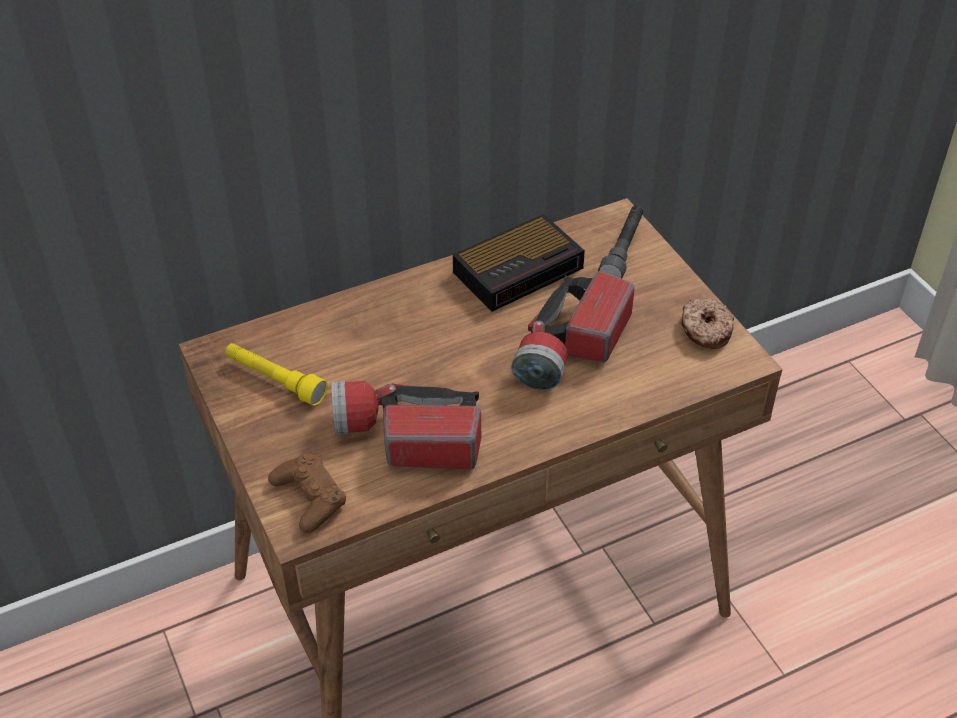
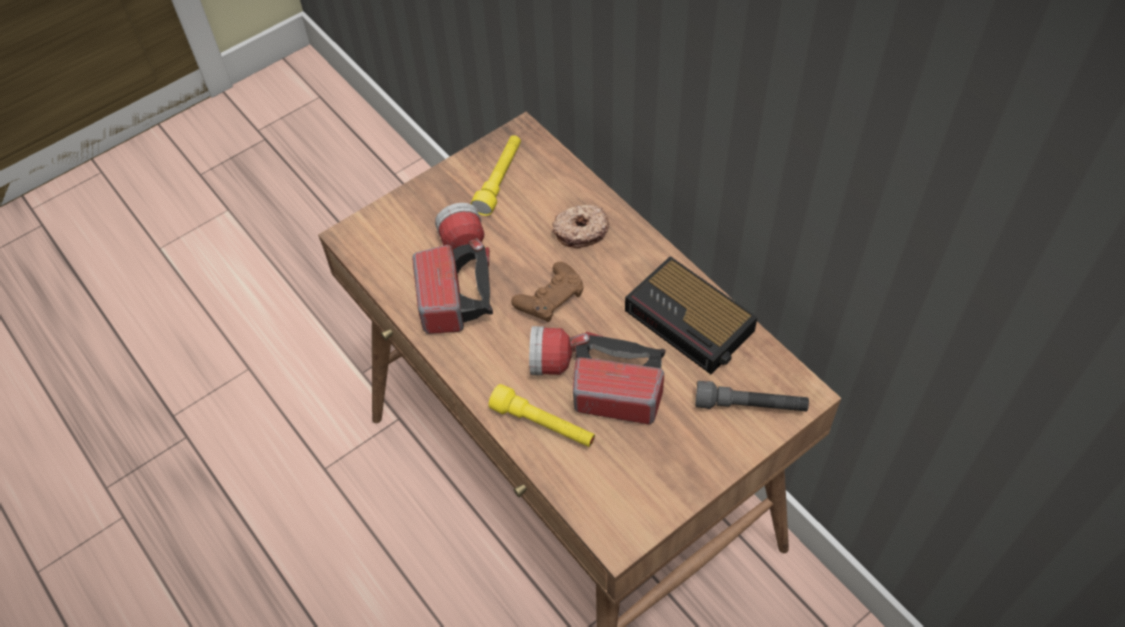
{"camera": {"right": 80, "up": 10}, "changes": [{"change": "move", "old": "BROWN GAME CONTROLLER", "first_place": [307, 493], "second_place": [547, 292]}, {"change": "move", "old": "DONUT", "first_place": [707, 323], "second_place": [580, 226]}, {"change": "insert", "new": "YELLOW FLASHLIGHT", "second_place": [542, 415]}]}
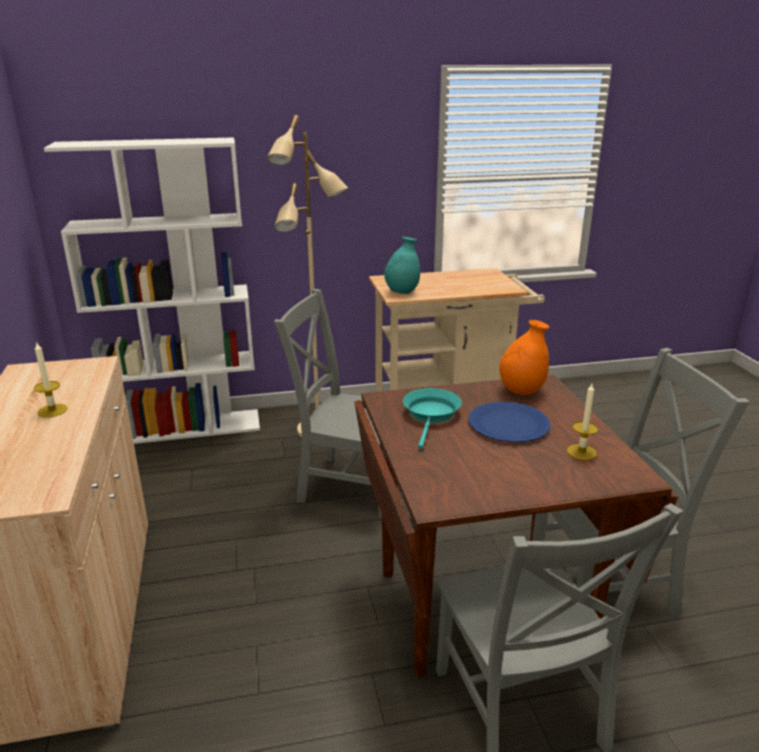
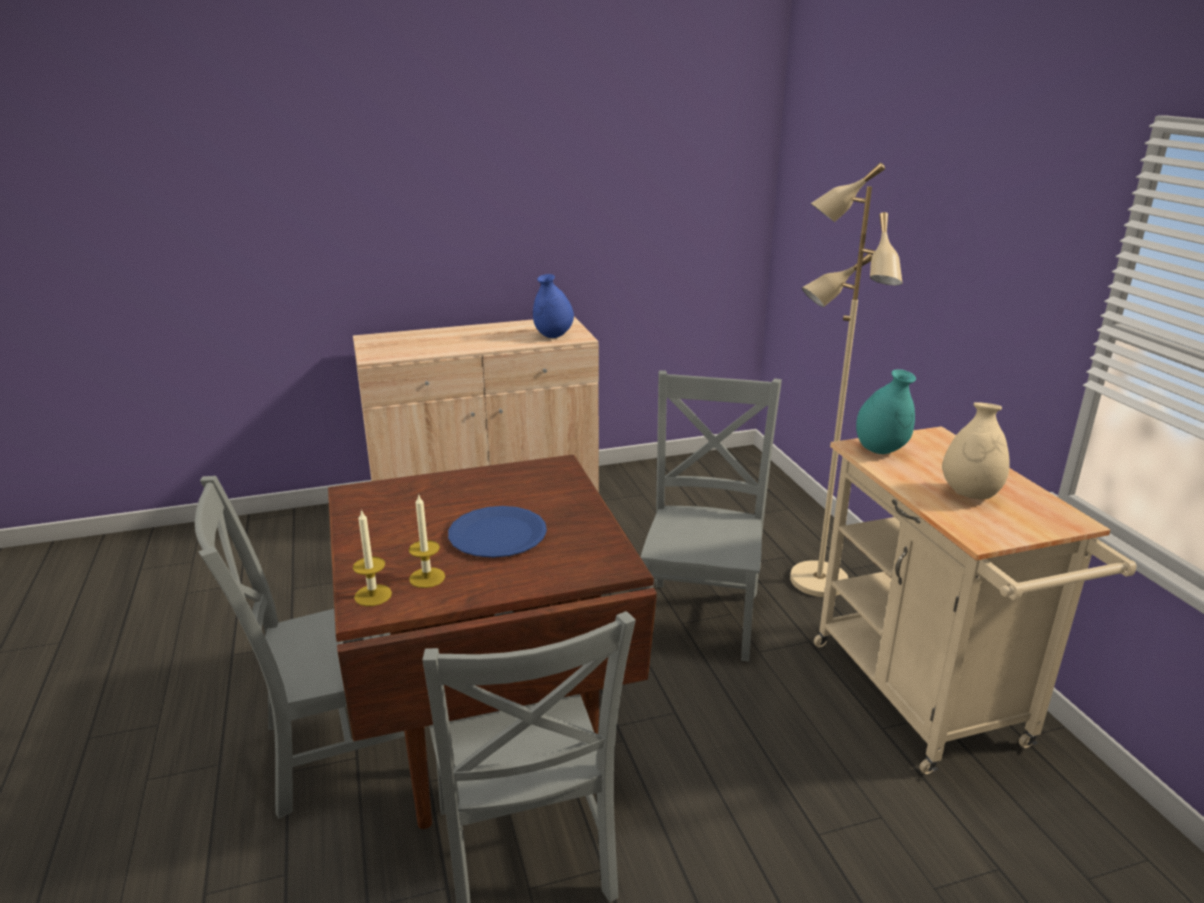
{"camera": {"right": 85, "up": 0}, "changes": [{"change": "move", "old": "CANDLE", "first_place": [51, 379], "second_place": [372, 557]}, {"change": "delete", "old": "WHITE BOOKCASE", "first_place": [152, 290]}, {"change": "delete", "old": "TURQUOISE FRYING PAN", "first_place": [432, 418]}, {"change": "delete", "old": "ORANGE VASE", "first_place": [524, 357]}, {"change": "insert", "new": "BLUE VASE", "second_place": [553, 306]}, {"change": "insert", "new": "BEIGE VASE", "second_place": [976, 450]}]}
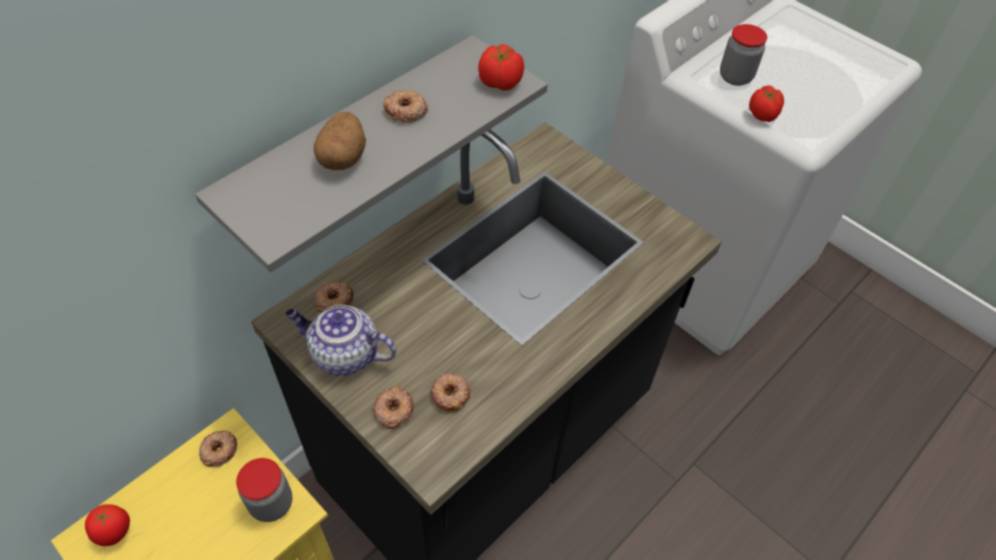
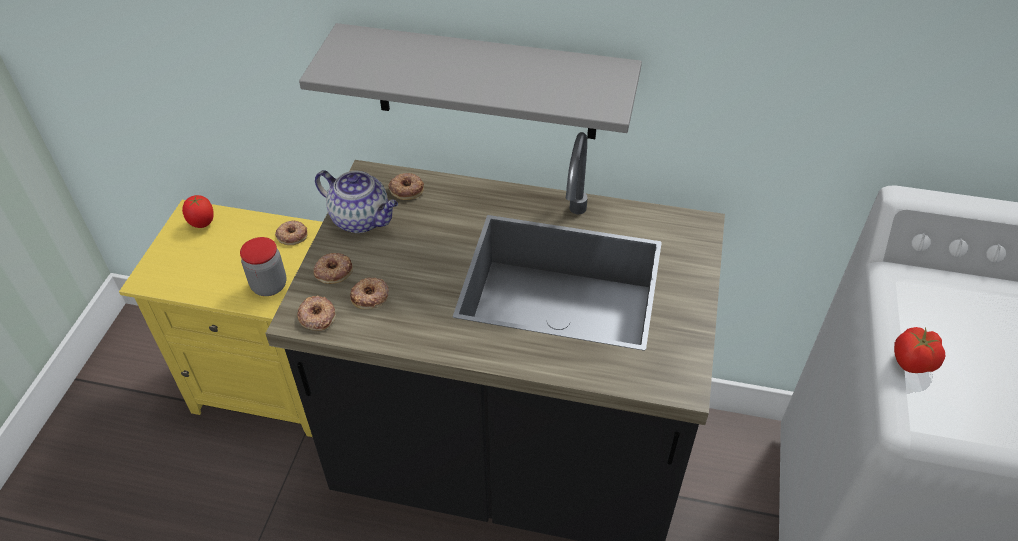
{"camera": {"right": 60, "up": -5}, "changes": [{"change": "rotate", "old": "TEAPOT", "first_place": [340, 340], "second_place": [356, 201], "degrees": 135}, {"change": "delete", "old": "POTATO", "first_place": [340, 141]}, {"change": "move", "old": "DONUT", "first_place": [405, 106], "second_place": [316, 313]}, {"change": "delete", "old": "TOMATO", "first_place": [501, 67]}, {"change": "delete", "old": "JAR", "first_place": [743, 55]}]}
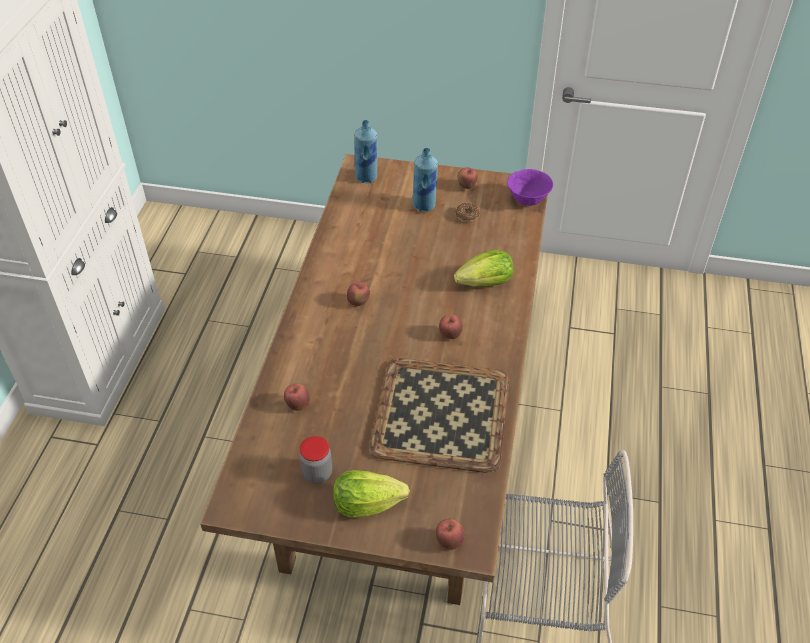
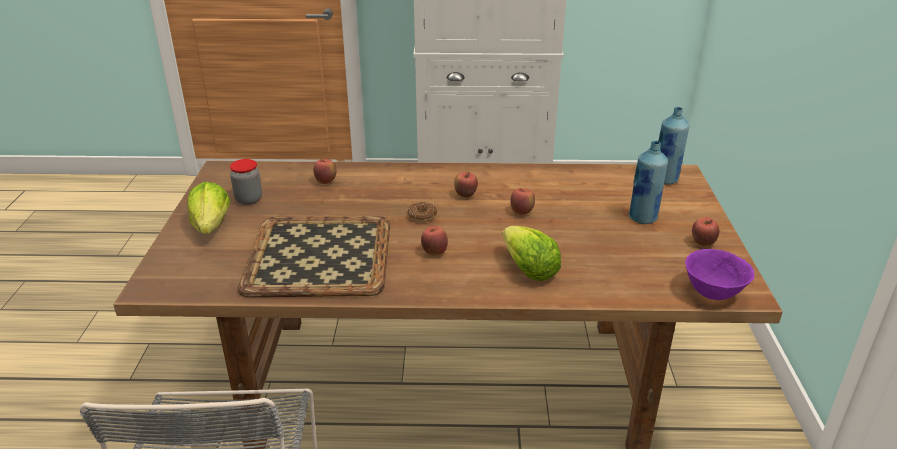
{"camera": {"right": 80, "up": -15}, "changes": [{"change": "move", "old": "APPLE", "first_place": [450, 534], "second_place": [522, 201]}, {"change": "move", "old": "DONUT", "first_place": [467, 212], "second_place": [422, 212]}]}
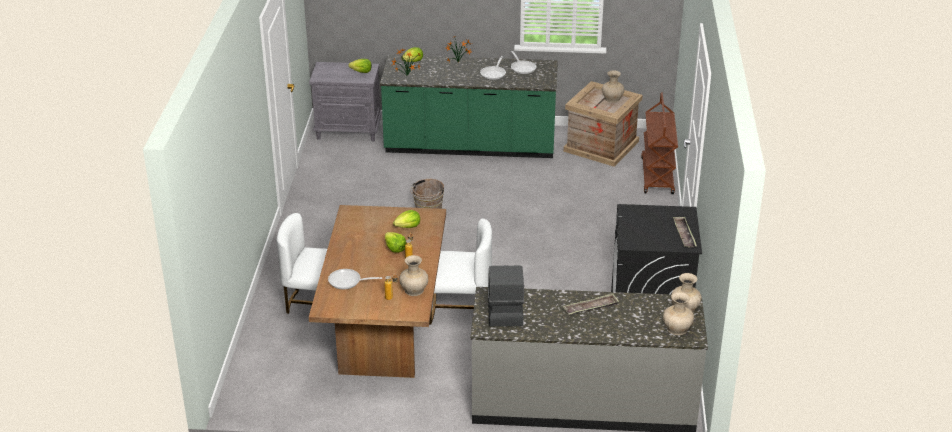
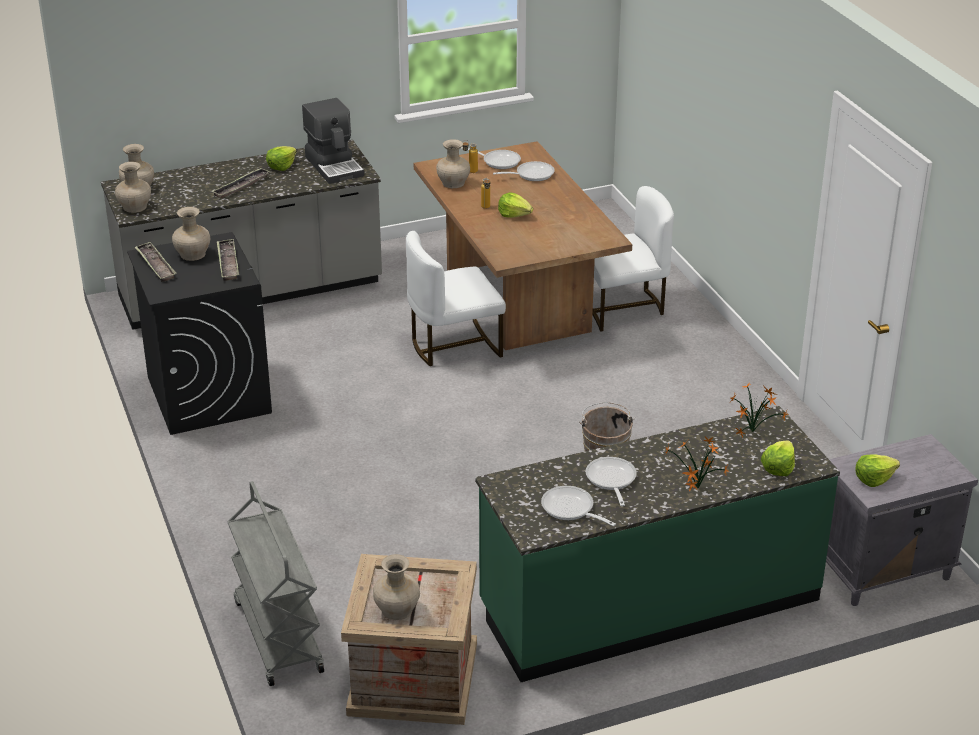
{"camera": {"right": 155, "up": 0}, "changes": [{"change": "move", "old": "LETTUCE", "first_place": [406, 219], "second_place": [281, 158]}, {"change": "recolor", "old": "BROWN CART", "new": "GREY CART", "first_place": [659, 143], "second_place": [275, 583]}, {"change": "insert", "new": "BEIGE VASE", "second_place": [191, 234]}, {"change": "insert", "new": "TRAY", "second_place": [228, 260]}, {"change": "insert", "new": "FRYING PAN", "second_place": [491, 158]}]}
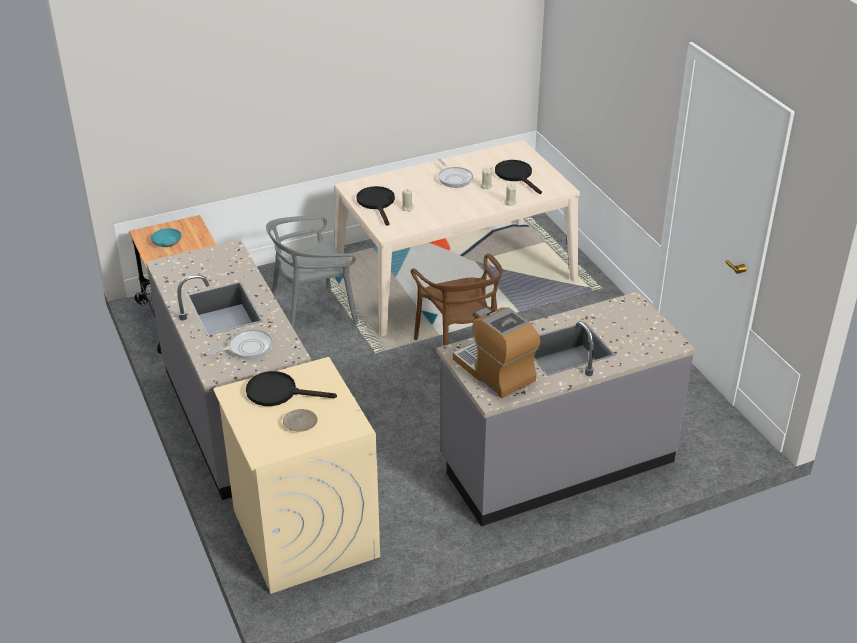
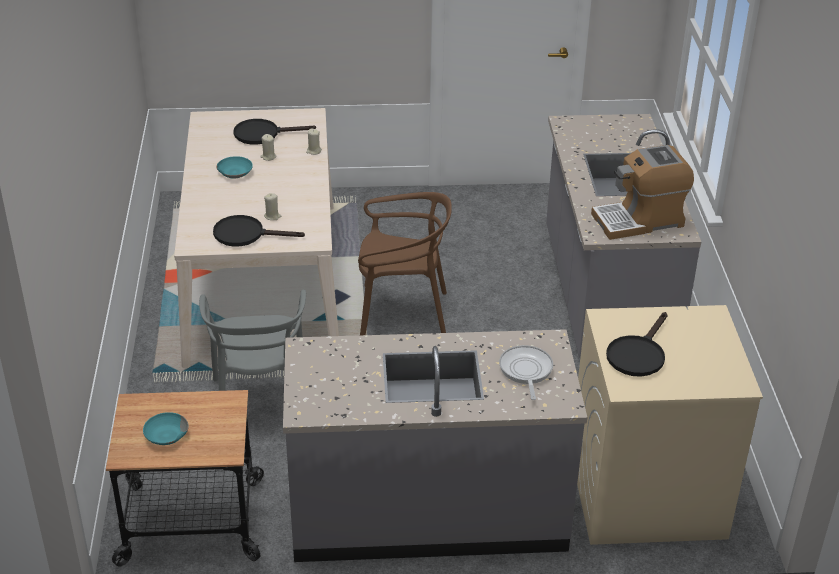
{"camera": {"right": -70, "up": 0}, "changes": [{"change": "delete", "old": "BEIGE PLATE", "first_place": [300, 420]}, {"change": "replace", "old": "FRYING PAN", "new": "TURQUOISE BOWL", "first_place": [455, 173], "second_place": [235, 167]}]}
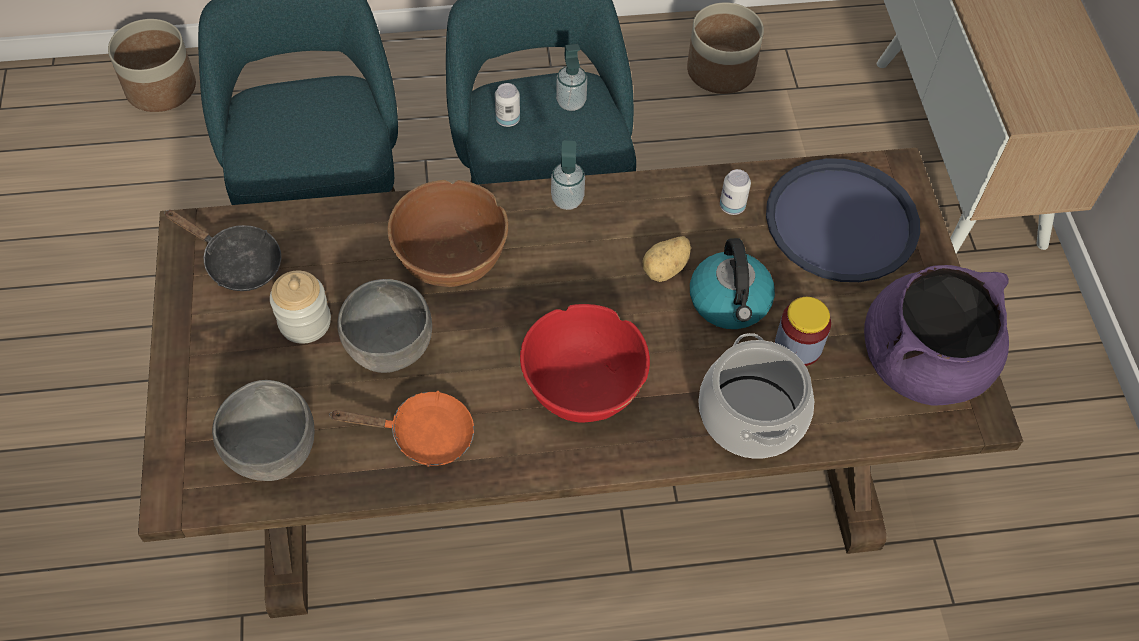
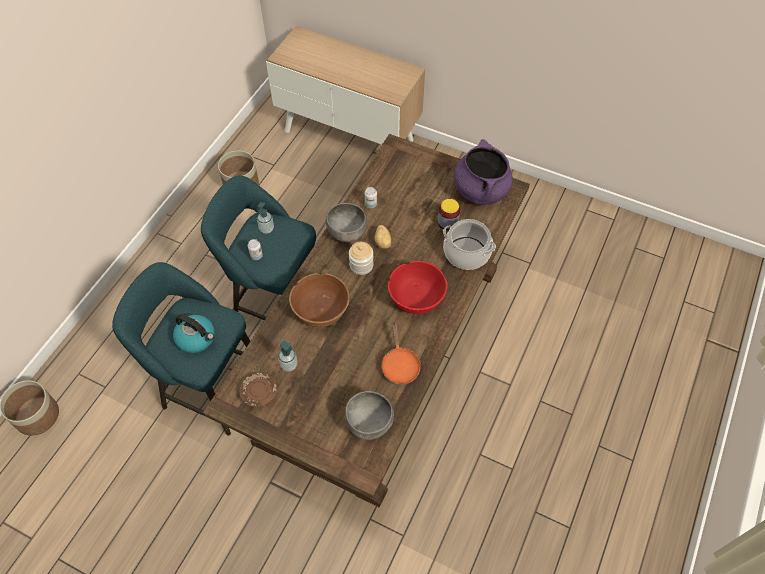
{"camera": {"right": -55, "up": 0}, "changes": [{"change": "replace", "old": "BLACK FRYING PAN", "new": "BROWN PLATE", "first_place": [222, 250], "second_place": [258, 390]}, {"change": "move", "old": "JAR", "first_place": [300, 307], "second_place": [361, 258]}, {"change": "rotate", "old": "ORANGE FRYING PAN", "first_place": [401, 428], "second_place": [401, 353], "degrees": 135}, {"change": "move", "old": "GREY BOWL", "first_place": [384, 326], "second_place": [346, 222]}, {"change": "move", "old": "SOAP DISPENSER", "first_place": [568, 175], "second_place": [288, 355]}, {"change": "move", "old": "KETTLE", "first_place": [732, 283], "second_place": [194, 333]}, {"change": "delete", "old": "BLUE TRAY", "first_place": [843, 220]}]}
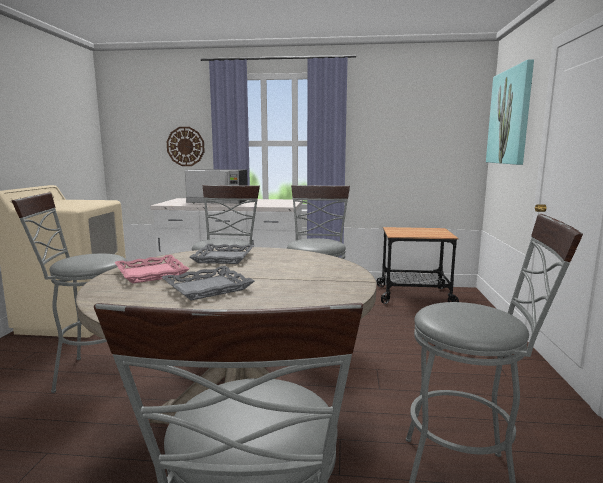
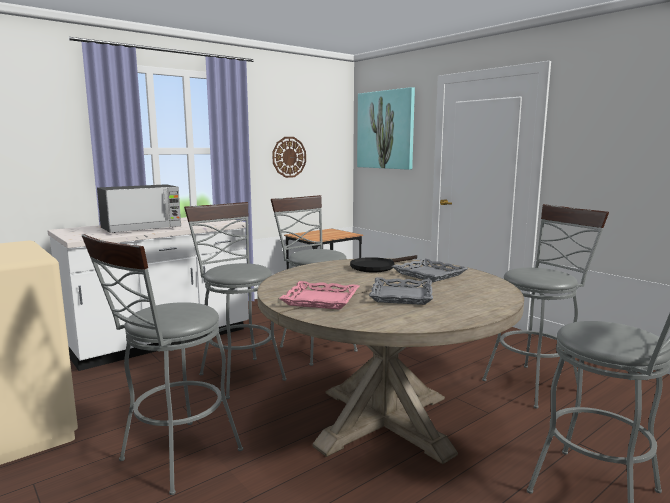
{"camera": {"right": -45, "up": 0}, "changes": [{"change": "move", "old": "WALL CLOCK", "first_place": [185, 146], "second_place": [289, 157]}, {"change": "move", "old": "GREY TRAY", "first_place": [221, 254], "second_place": [430, 270]}, {"change": "insert", "new": "BLACK FRYING PAN", "second_place": [383, 264]}]}
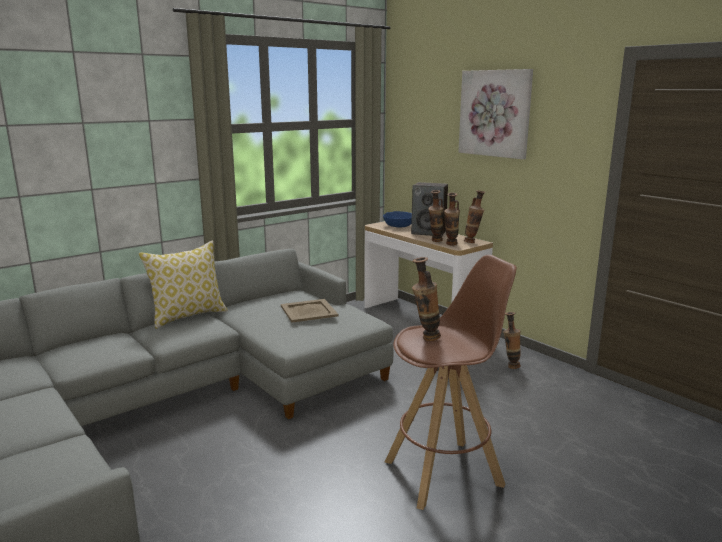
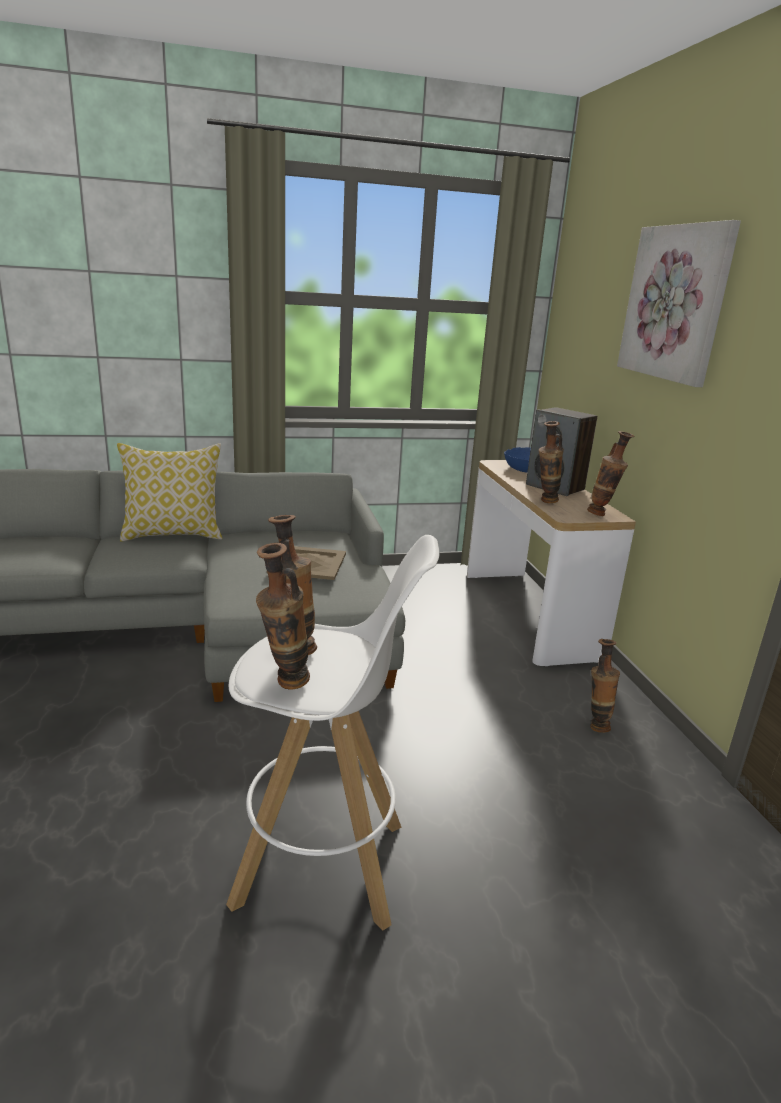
{"camera": {"right": 25, "up": 5}, "changes": [{"change": "recolor", "old": "BROWN STOOL", "new": "WHITE STOOL", "first_place": [451, 382], "second_place": [332, 732]}, {"change": "move", "old": "VASE", "first_place": [452, 219], "second_place": [283, 616]}]}
